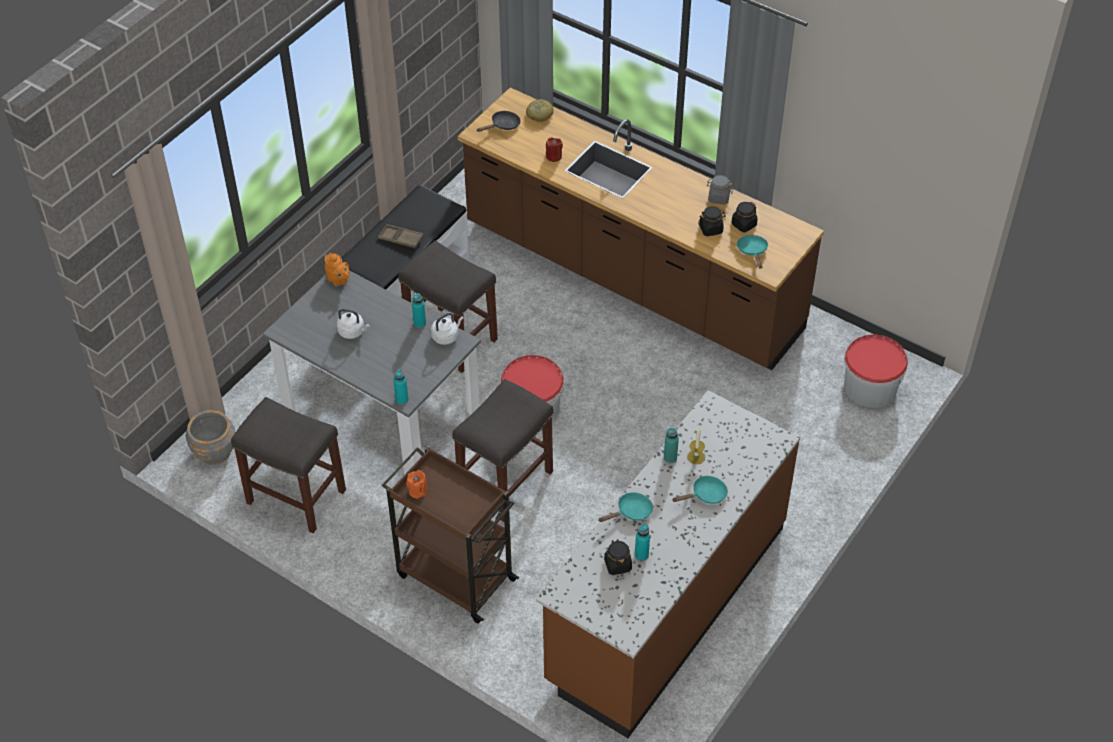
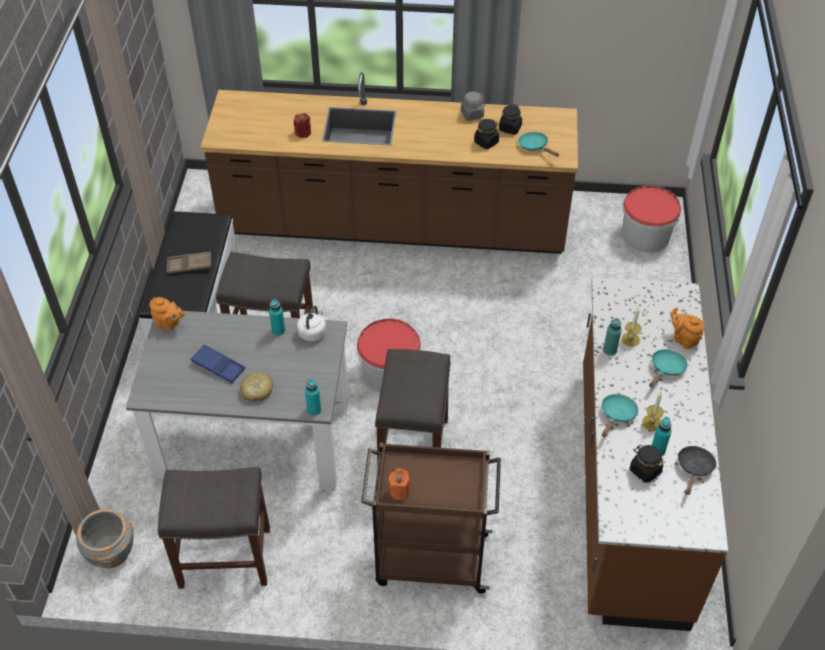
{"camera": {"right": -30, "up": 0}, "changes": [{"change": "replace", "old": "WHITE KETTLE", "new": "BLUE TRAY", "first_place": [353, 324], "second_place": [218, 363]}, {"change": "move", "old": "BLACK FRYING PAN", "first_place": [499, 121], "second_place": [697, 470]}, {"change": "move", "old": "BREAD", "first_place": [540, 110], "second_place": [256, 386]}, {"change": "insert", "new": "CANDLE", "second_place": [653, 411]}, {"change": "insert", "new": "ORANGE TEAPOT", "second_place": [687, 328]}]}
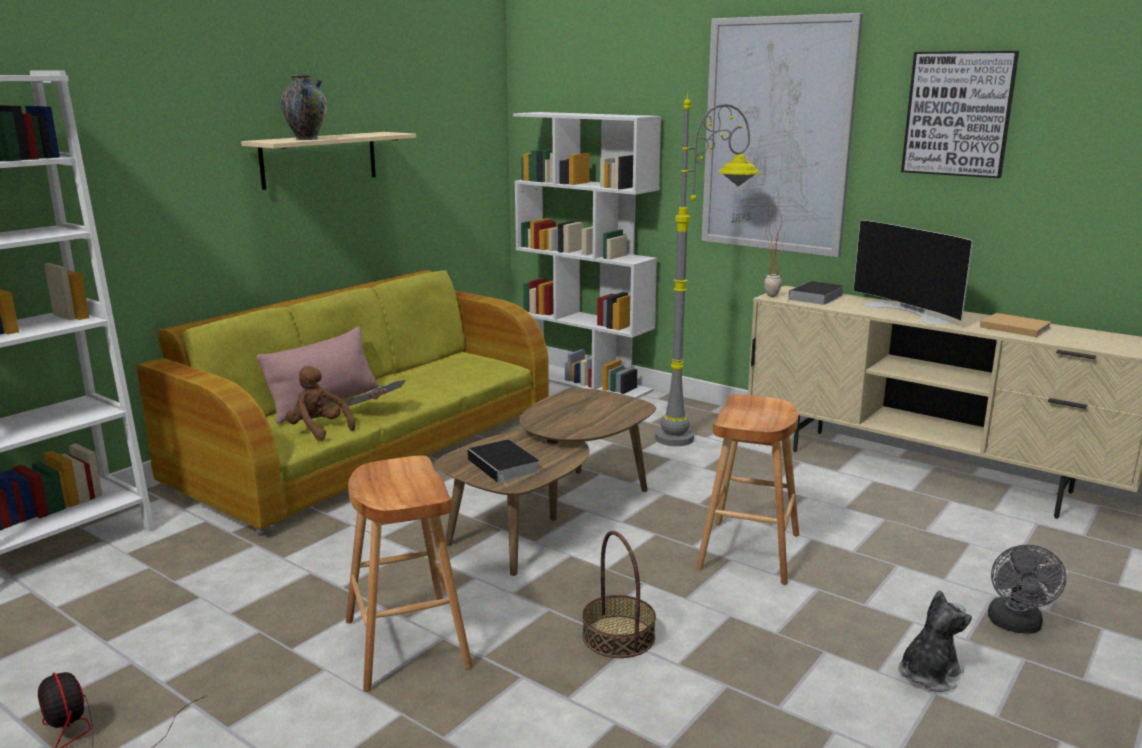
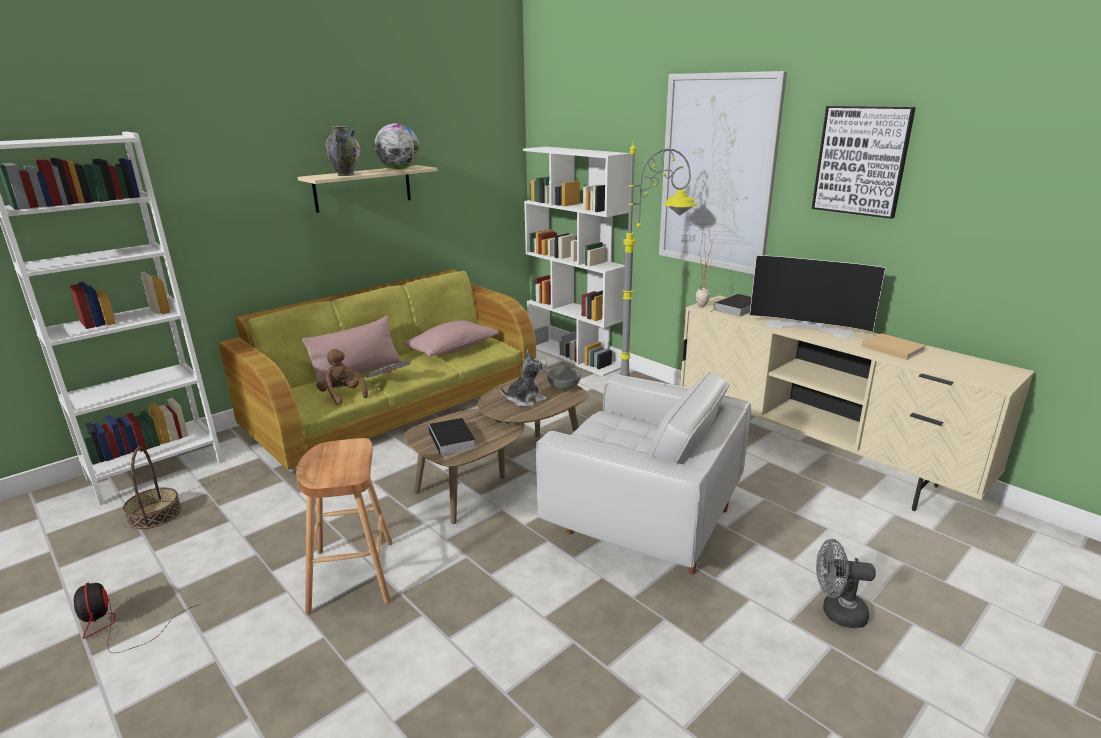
{"camera": {"right": 10, "up": 5}, "changes": [{"change": "move", "old": "BASKET", "first_place": [619, 594], "second_place": [152, 487]}, {"change": "replace", "old": "BROWN STOOL", "new": "WHITE ARMCHAIR", "first_place": [747, 489], "second_place": [643, 473]}, {"change": "rotate", "old": "TELEVISION", "first_place": [913, 272], "second_place": [817, 296], "degrees": -45}, {"change": "move", "old": "PLUSH TOY", "first_place": [935, 641], "second_place": [524, 378]}, {"change": "rotate", "old": "GREY FAN", "first_place": [1027, 588], "second_place": [846, 583], "degrees": 75}, {"change": "insert", "new": "GLOBE", "second_place": [396, 146]}, {"change": "insert", "new": "PINK PILLOW", "second_place": [451, 339]}, {"change": "insert", "new": "GREY BOWL", "second_place": [564, 378]}]}
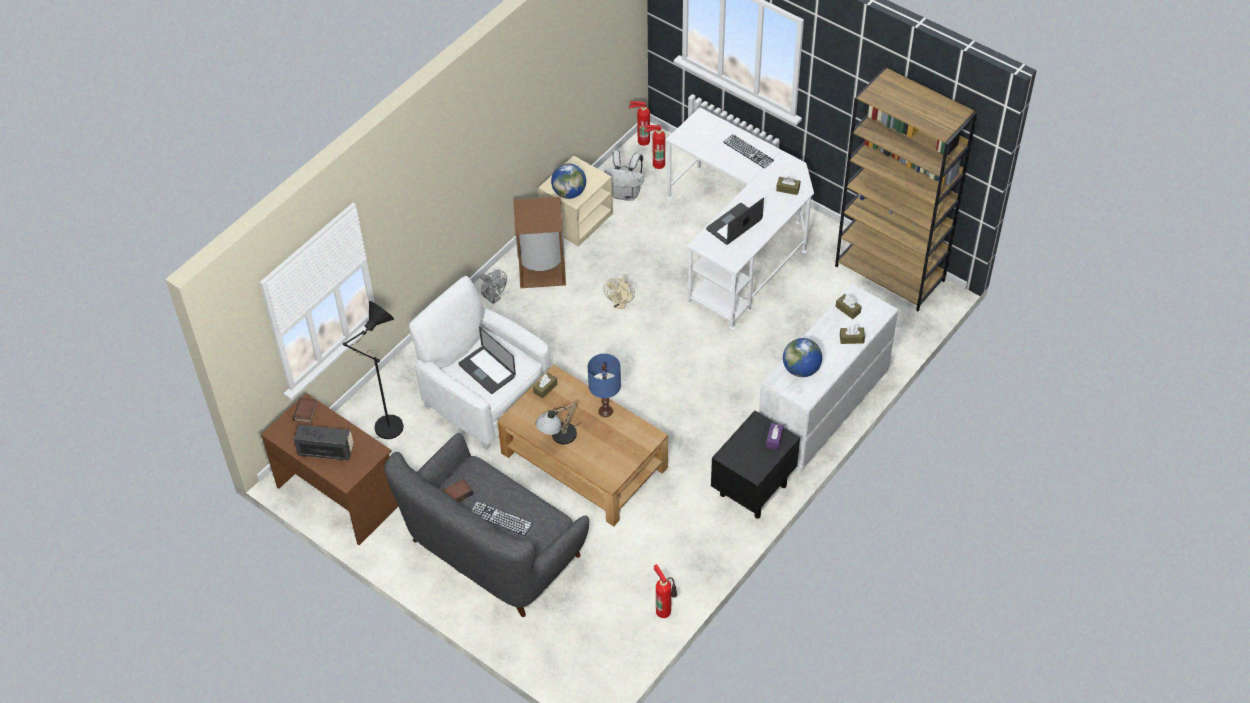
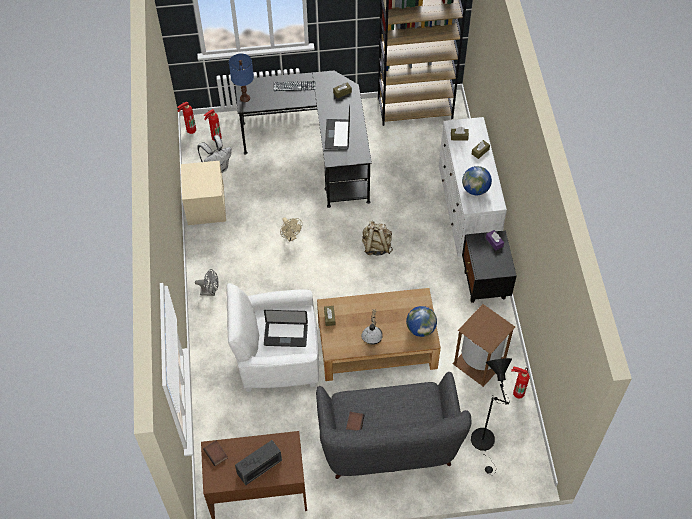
{"camera": {"right": -45, "up": 5}, "changes": [{"change": "move", "old": "BLACK FLOOR LAMP", "first_place": [373, 370], "second_place": [491, 416]}, {"change": "delete", "old": "KEYBOARD", "first_place": [501, 518]}, {"change": "move", "old": "BROWN TRASH CAN", "first_place": [539, 242], "second_place": [484, 345]}, {"change": "move", "old": "GLOBE", "first_place": [568, 181], "second_place": [421, 321]}, {"change": "move", "old": "BLUE TABLE LAMP", "first_place": [604, 385], "second_place": [241, 77]}, {"change": "recolor", "old": "WHITE DESK", "new": "BLACK DESK", "first_place": [739, 218], "second_place": [303, 139]}, {"change": "insert", "new": "BEIGE BACKPACK", "second_place": [377, 238]}]}
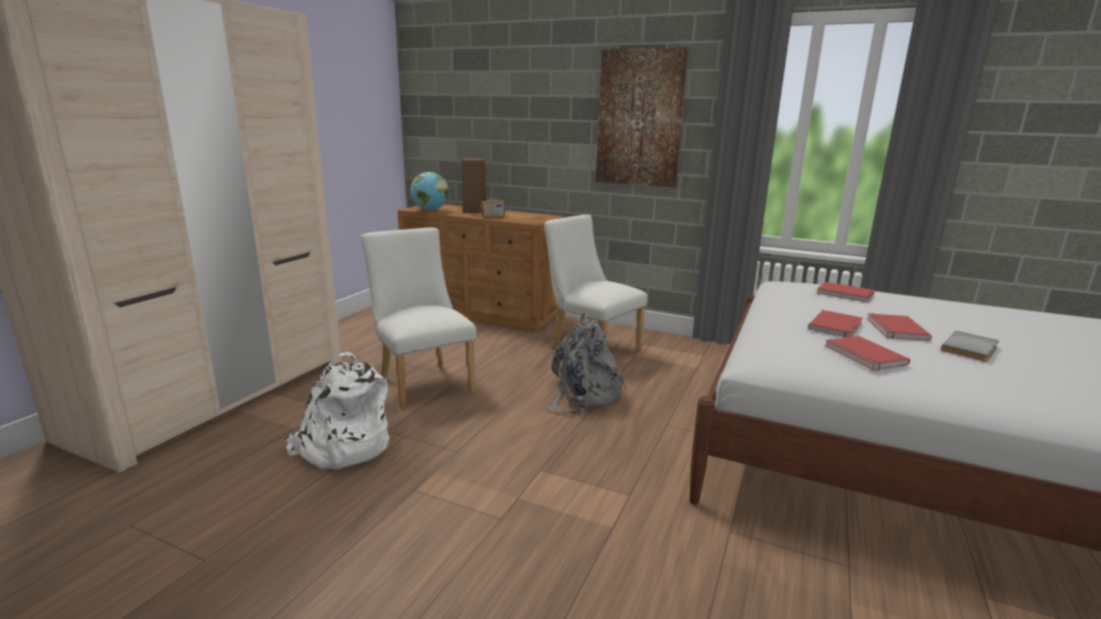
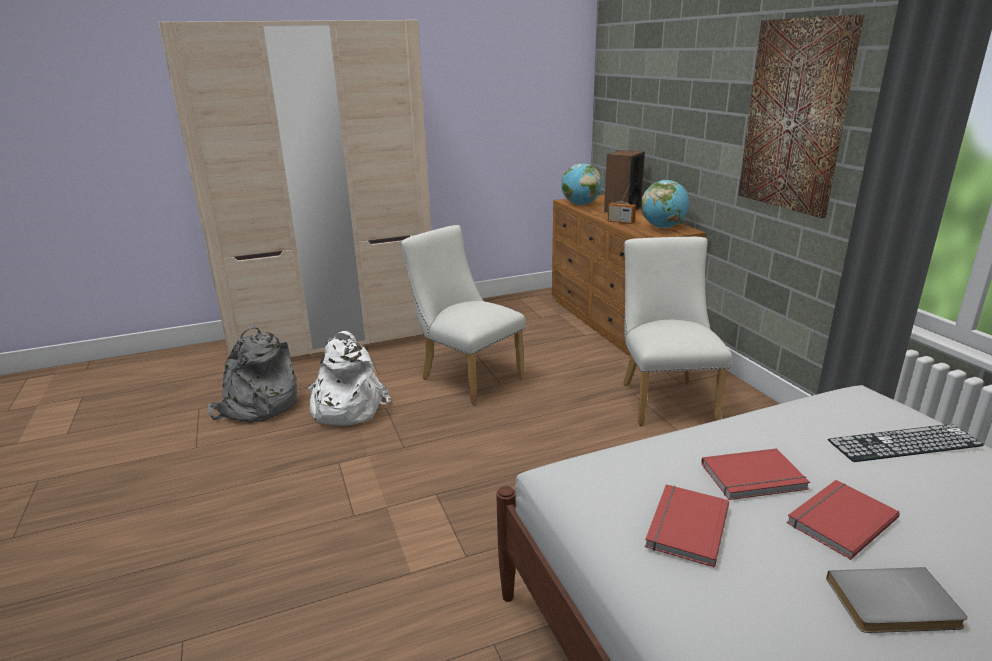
{"camera": {"right": 45, "up": 5}, "changes": [{"change": "rotate", "old": "WHITE CHAIR", "first_place": [418, 319], "second_place": [463, 315], "degrees": -60}, {"change": "move", "old": "GREY BACKPACK", "first_place": [586, 364], "second_place": [252, 374]}, {"change": "replace", "old": "RED BOOK", "new": "KEYBOARD", "first_place": [846, 292], "second_place": [906, 443]}, {"change": "insert", "new": "GLOBE", "second_place": [665, 204]}]}
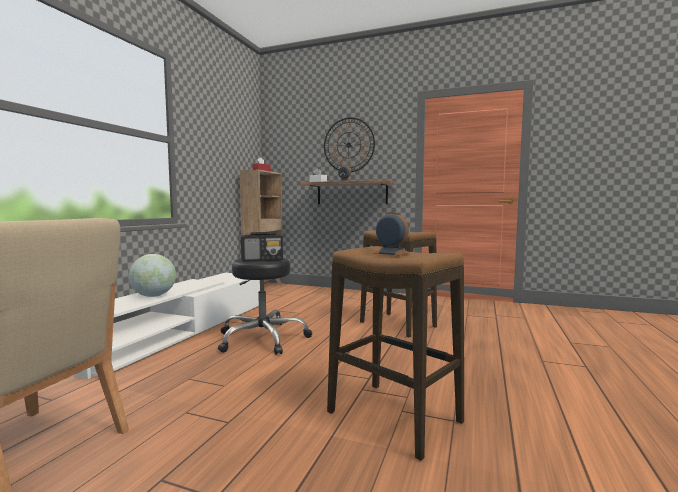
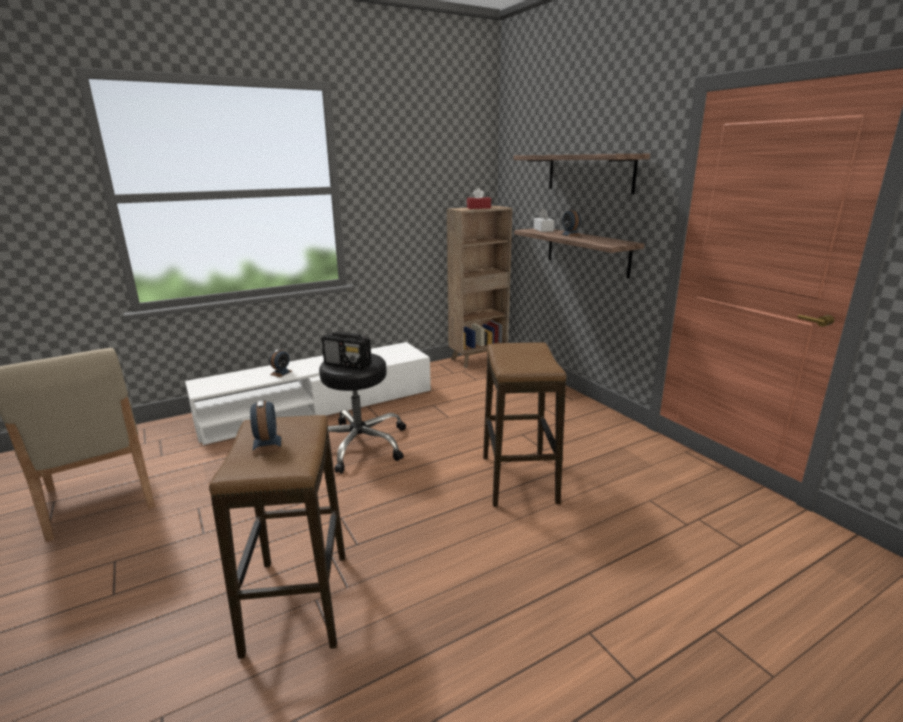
{"camera": {"right": 40, "up": 15}, "changes": [{"change": "replace", "old": "GLOBE", "new": "ALARM CLOCK", "first_place": [152, 275], "second_place": [280, 363]}, {"change": "replace", "old": "WALL CLOCK", "new": "SHELF", "first_place": [349, 144], "second_place": [581, 174]}]}
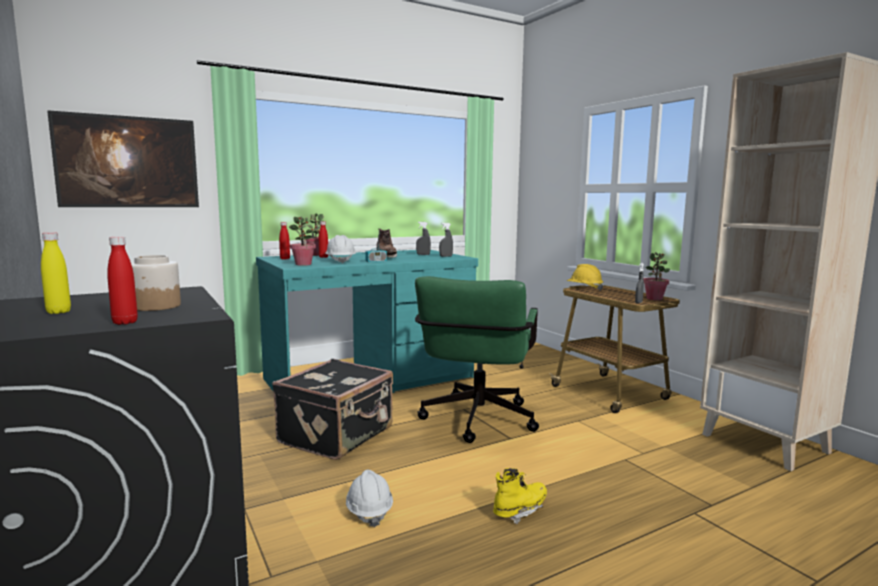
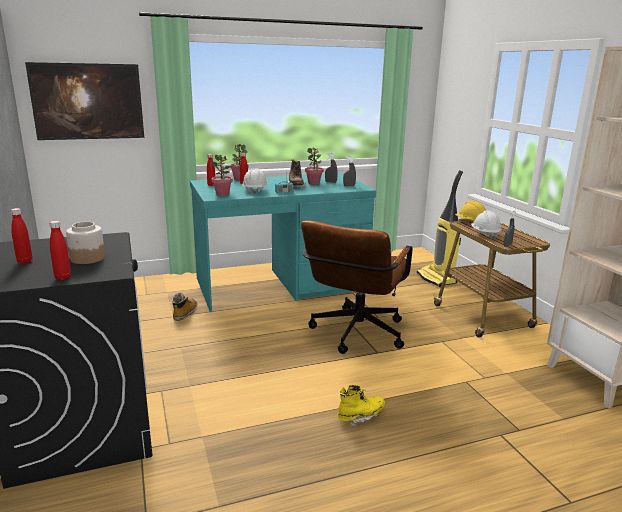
{"camera": {"right": 10, "up": 10}, "changes": [{"change": "recolor", "old": "YELLOW BOTTLE", "new": "RED BOTTLE", "first_place": [56, 273], "second_place": [22, 236]}, {"change": "delete", "old": "BLACK SUITCASE", "first_place": [332, 409]}, {"change": "move", "old": "WHITE HARD HAT", "first_place": [369, 499], "second_place": [486, 225]}, {"change": "recolor", "old": "GREEN OFFICE CHAIR", "new": "BROWN OFFICE CHAIR", "first_place": [477, 359], "second_place": [356, 287]}, {"change": "move", "old": "POTTED PLANT", "first_place": [657, 276], "second_place": [314, 166]}, {"change": "insert", "new": "BOOT", "second_place": [184, 307]}, {"change": "insert", "new": "VACUUM CLEANER", "second_place": [440, 228]}]}
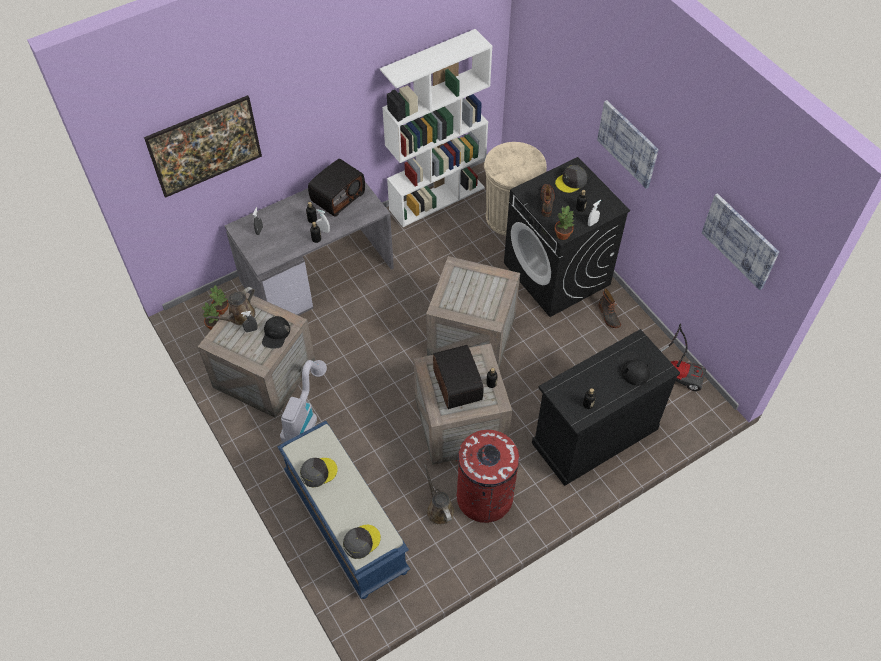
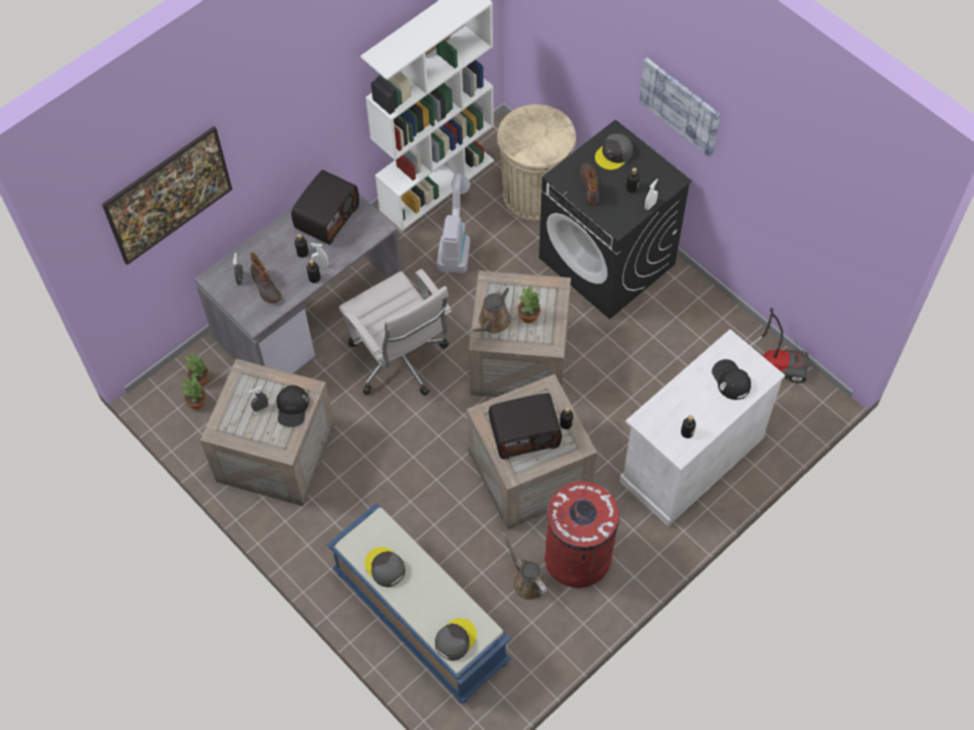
{"camera": {"right": -10, "up": 5}, "changes": [{"change": "move", "old": "BROWN WATERING CAN", "first_place": [231, 306], "second_place": [490, 309]}, {"change": "move", "old": "VACUUM CLEANER", "first_place": [303, 401], "second_place": [453, 223]}, {"change": "rotate", "old": "GREY CAP", "first_place": [319, 472], "second_place": [385, 567], "degrees": -90}, {"change": "rotate", "old": "RADIO", "first_place": [458, 377], "second_place": [525, 426], "degrees": 105}, {"change": "recolor", "old": "BLACK CABINET", "new": "WHITE CABINET", "first_place": [606, 407], "second_place": [702, 427]}, {"change": "move", "old": "POTTED PLANT", "first_place": [564, 222], "second_place": [529, 304]}, {"change": "move", "old": "BOOT", "first_place": [610, 308], "second_place": [265, 278]}, {"change": "delete", "old": "PICTURE", "first_place": [740, 241]}, {"change": "insert", "new": "WHITE OFFICE CHAIR", "second_place": [395, 332]}]}
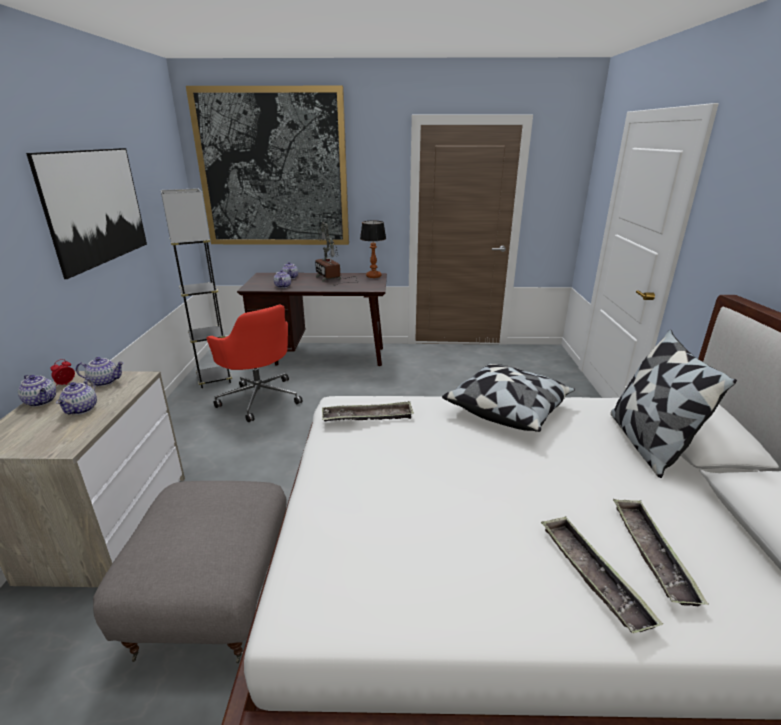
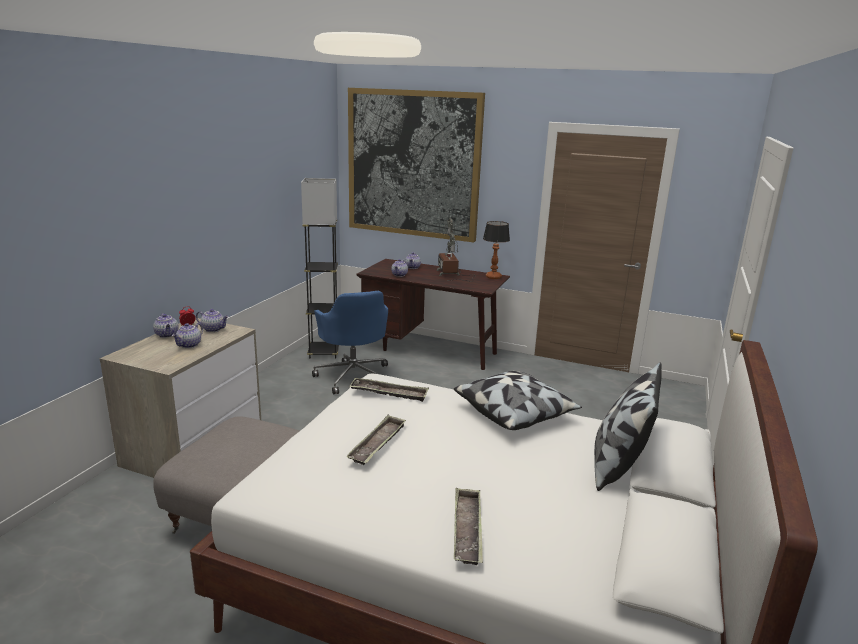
{"camera": {"right": 20, "up": -5}, "changes": [{"change": "delete", "old": "PICTURE", "first_place": [86, 213]}, {"change": "recolor", "old": "RED OFFICE CHAIR", "new": "BLUE OFFICE CHAIR", "first_place": [254, 363], "second_place": [350, 343]}, {"change": "move", "old": "TRAY", "first_place": [660, 553], "second_place": [376, 440]}]}
